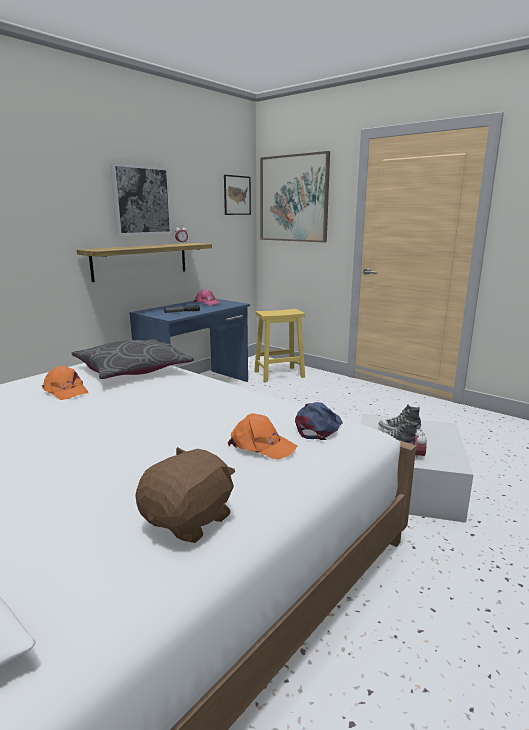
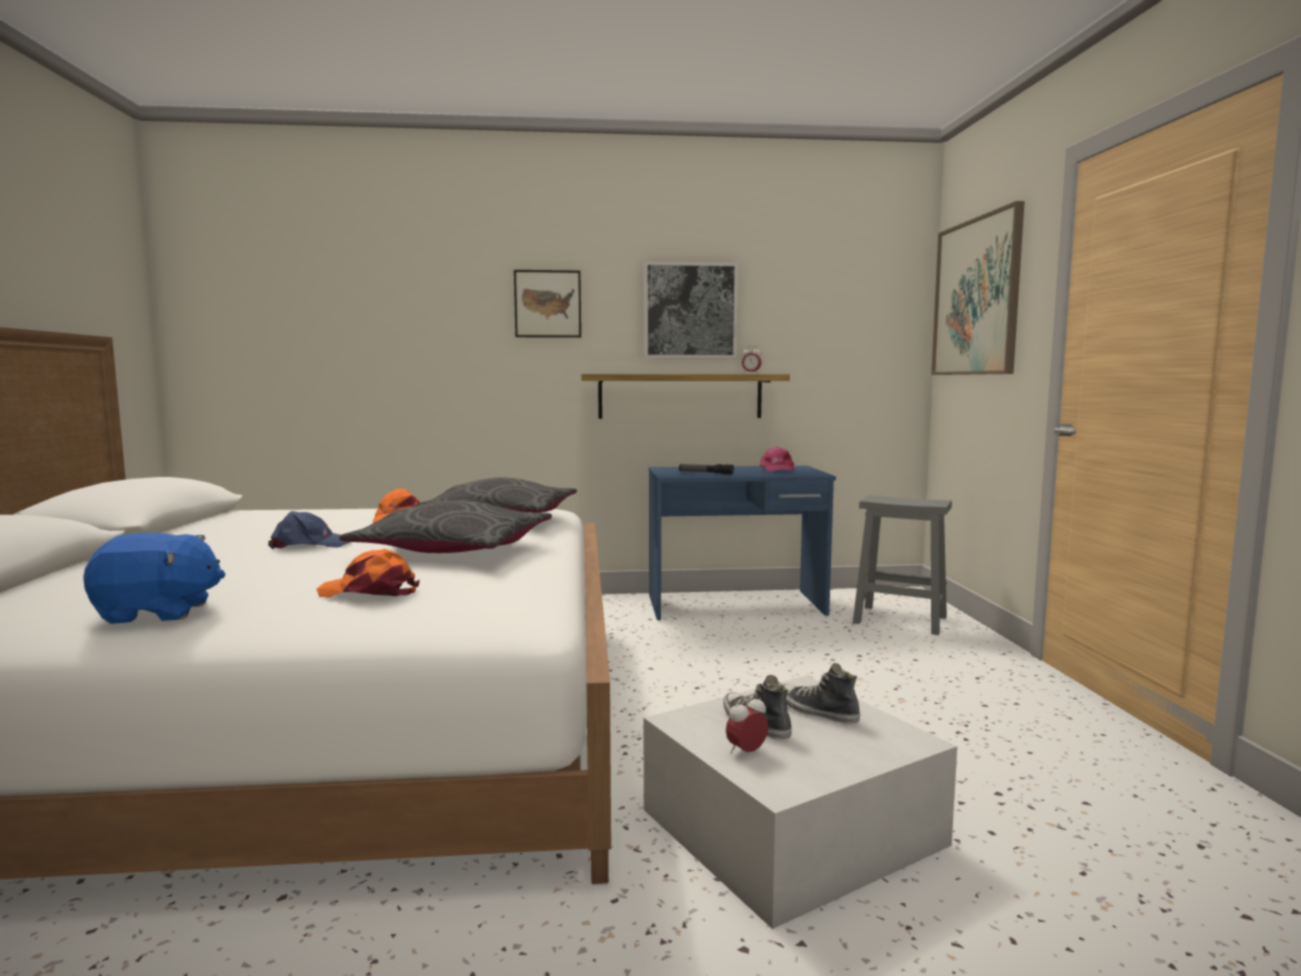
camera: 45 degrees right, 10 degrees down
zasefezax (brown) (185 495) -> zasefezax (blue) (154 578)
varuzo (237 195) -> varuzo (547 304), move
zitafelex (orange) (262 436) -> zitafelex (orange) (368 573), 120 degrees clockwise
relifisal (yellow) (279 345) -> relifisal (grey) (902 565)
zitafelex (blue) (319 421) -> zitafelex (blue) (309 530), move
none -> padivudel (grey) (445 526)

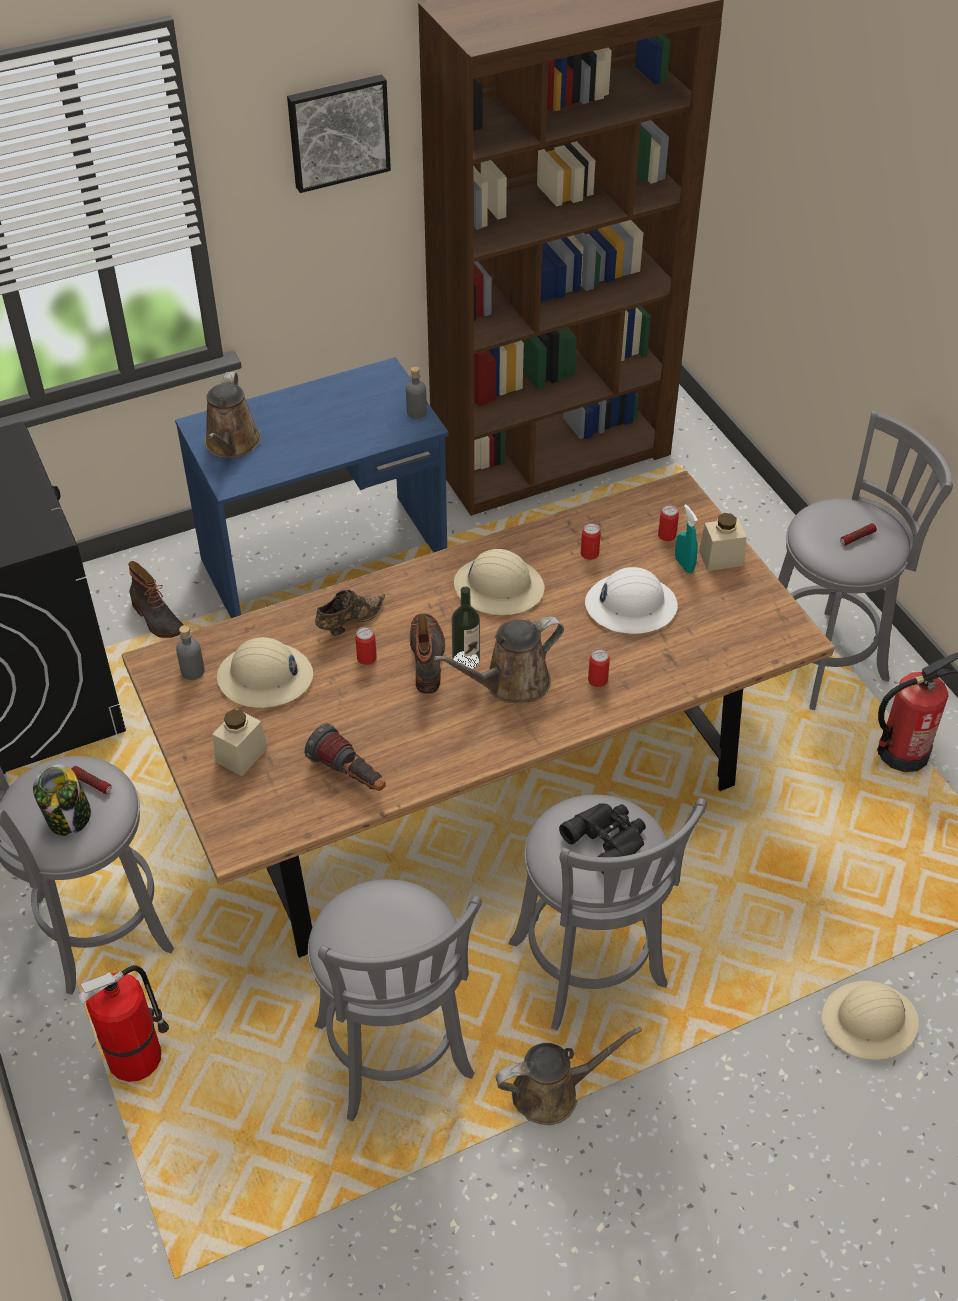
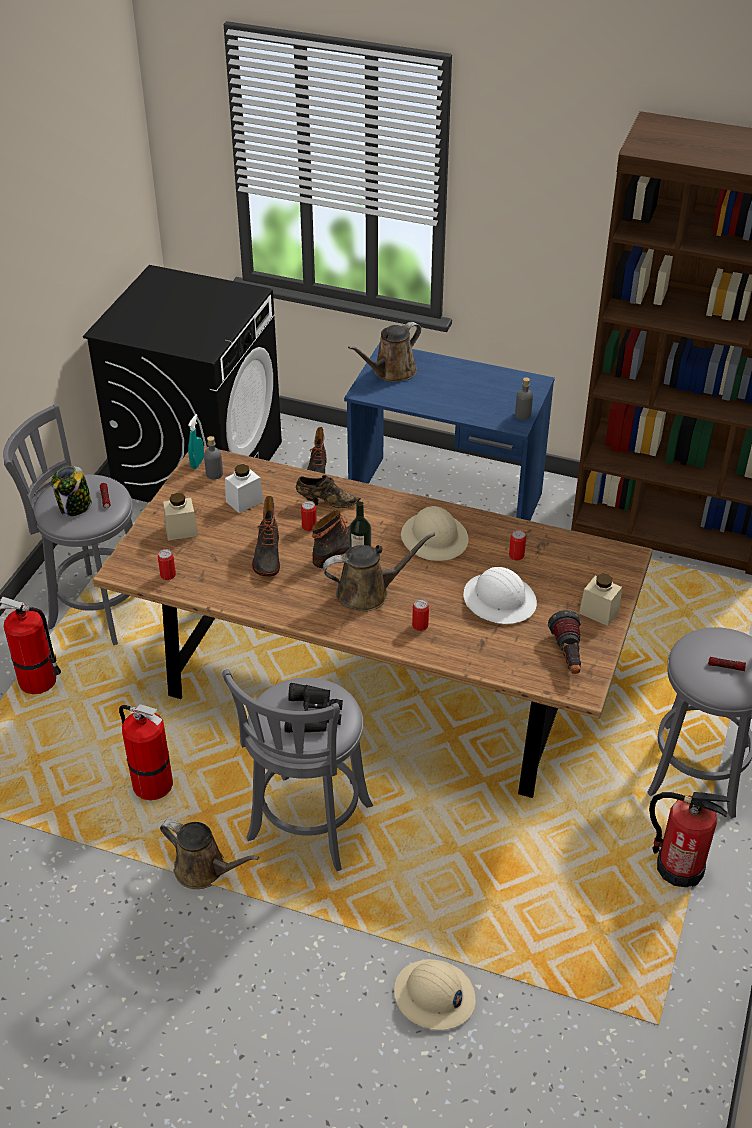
camera: 45 degrees right, 5 degrees down
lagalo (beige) (265 672) -> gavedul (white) (244 488)
varuzo (339 133) -> none
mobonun (345 757) -> mobonun (564 642), move
relifisal (grey) (395 1000) -> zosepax (146 752)
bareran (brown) (498 659) -> bareran (brown) (379 572), 150 degrees clockwise
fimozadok (668 523) -> fimozadok (167 564), move
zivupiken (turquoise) (686 538) -> zivupiken (turquoise) (196 441), move
none -> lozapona (266 536)

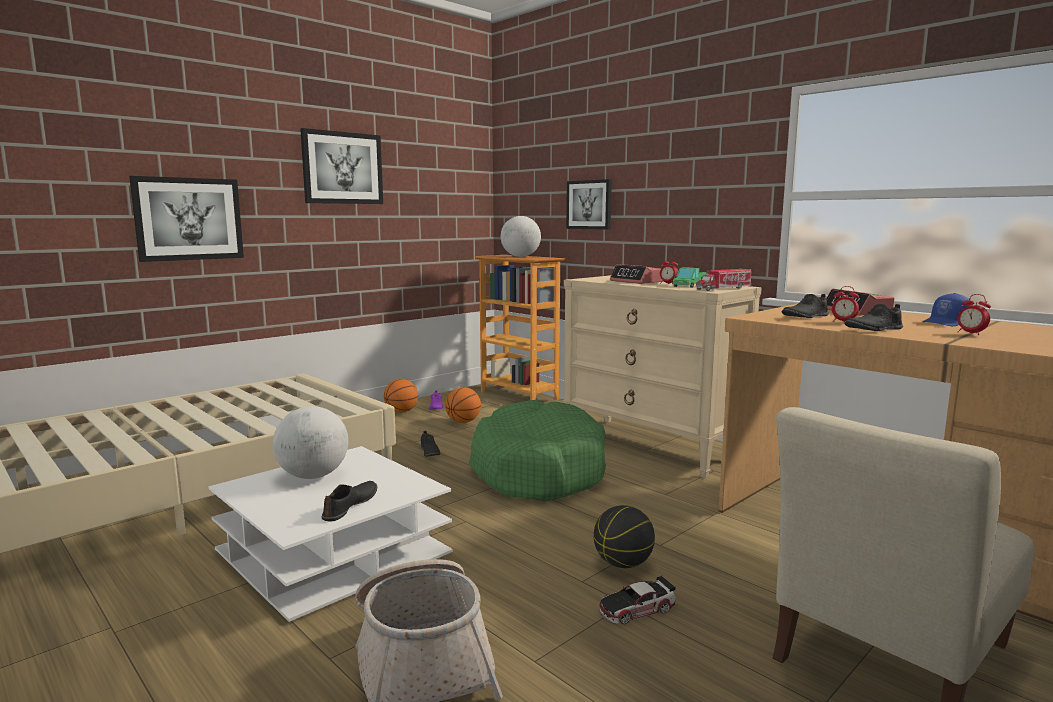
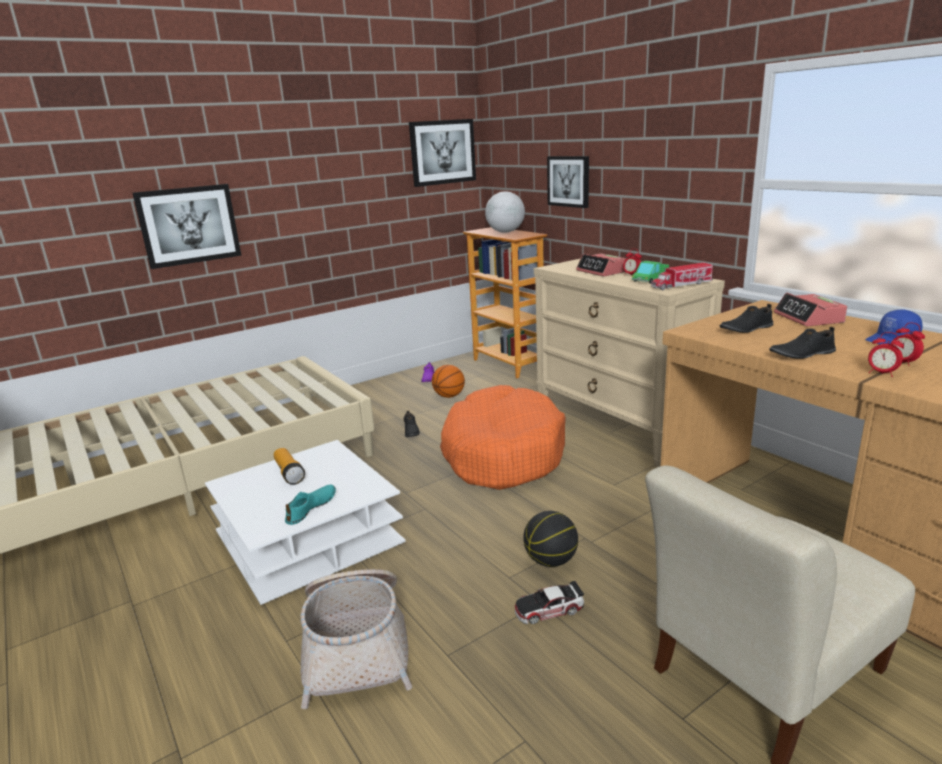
camera: 10 degrees right, 10 degrees up
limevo (310 442) -> mobonun (289 466)
varuzo (341 166) -> varuzo (442 153), move
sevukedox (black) (349 501) -> sevukedox (turquoise) (310 505)
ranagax (401 396) -> none
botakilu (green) (537 450) -> botakilu (orange) (503 437)
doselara (845 304) -> doselara (886 354), move

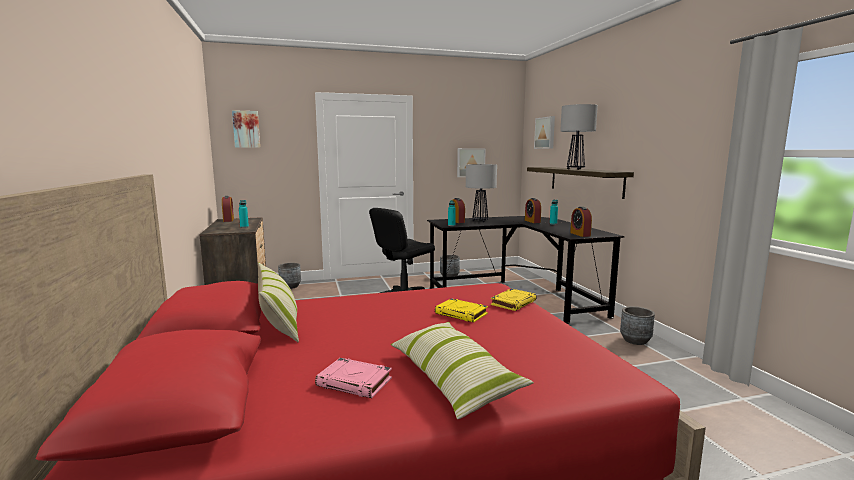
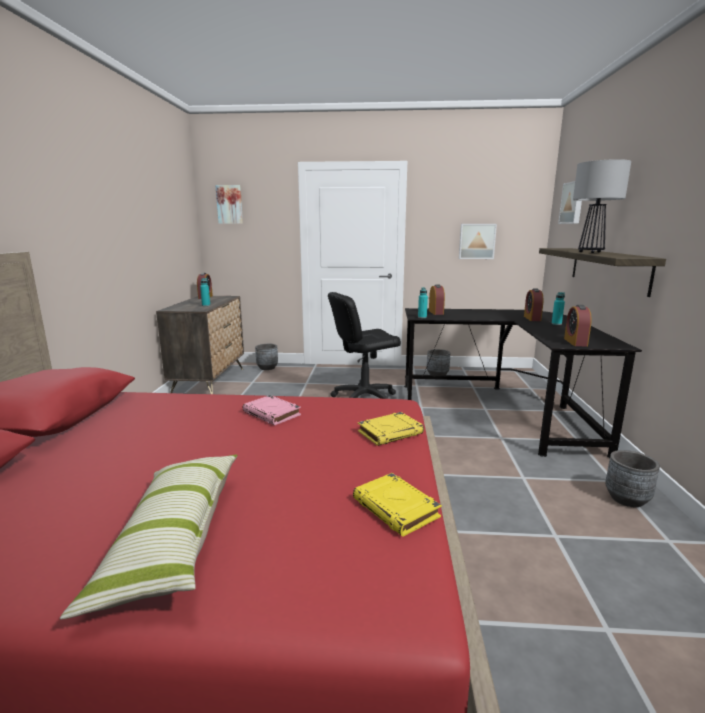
camera: 20 degrees right, 5 degrees up
padivudel (278 302) -> none
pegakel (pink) (353 378) -> pegakel (pink) (272 410), move
pegakel (yellow) (461 310) -> pegakel (yellow) (397 505), move
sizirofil (481 193) -> none

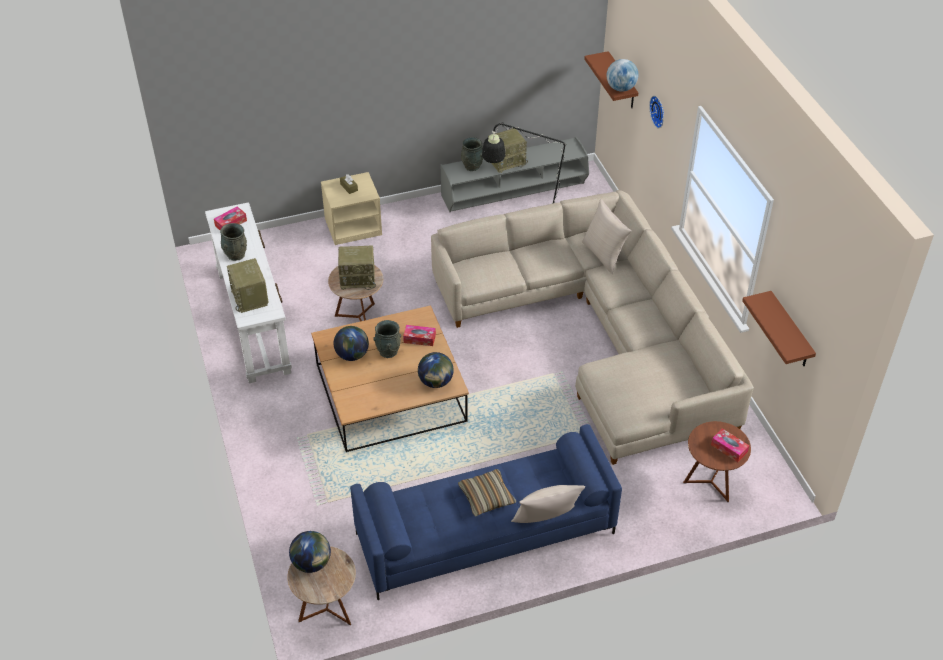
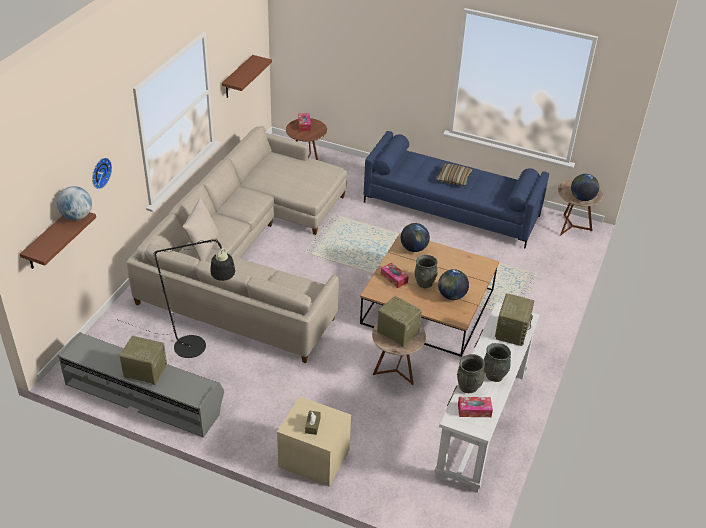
camera: 140 degrees left, 5 degrees down
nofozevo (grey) (472 154) -> nofozevo (grey) (471 373), move
padivudel (beige) (548 504) -> none

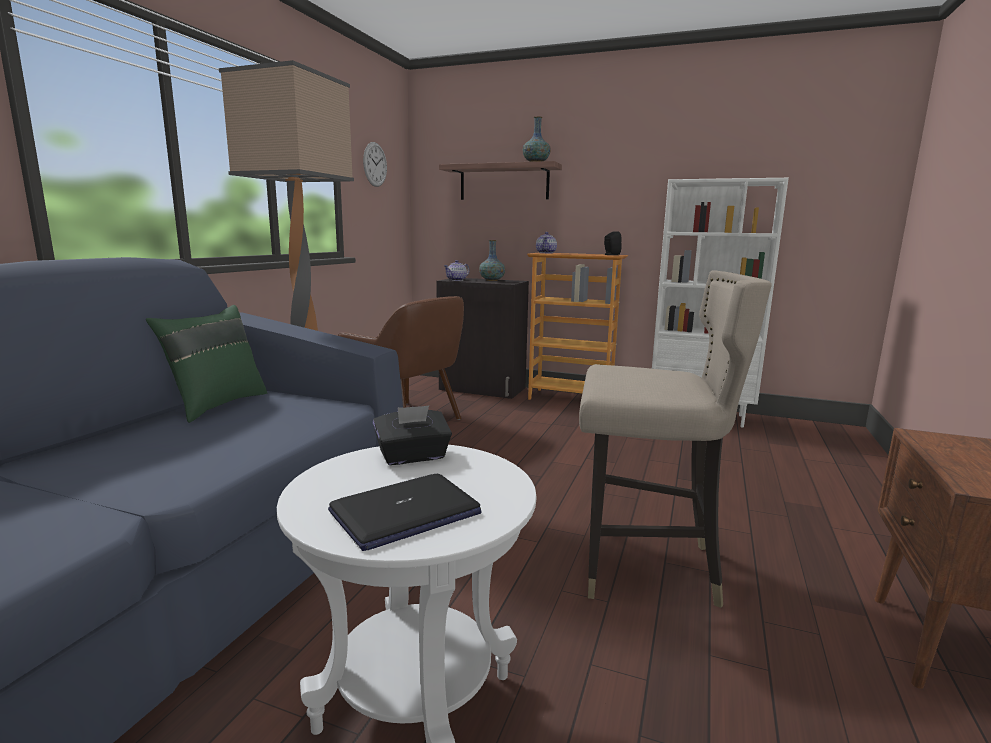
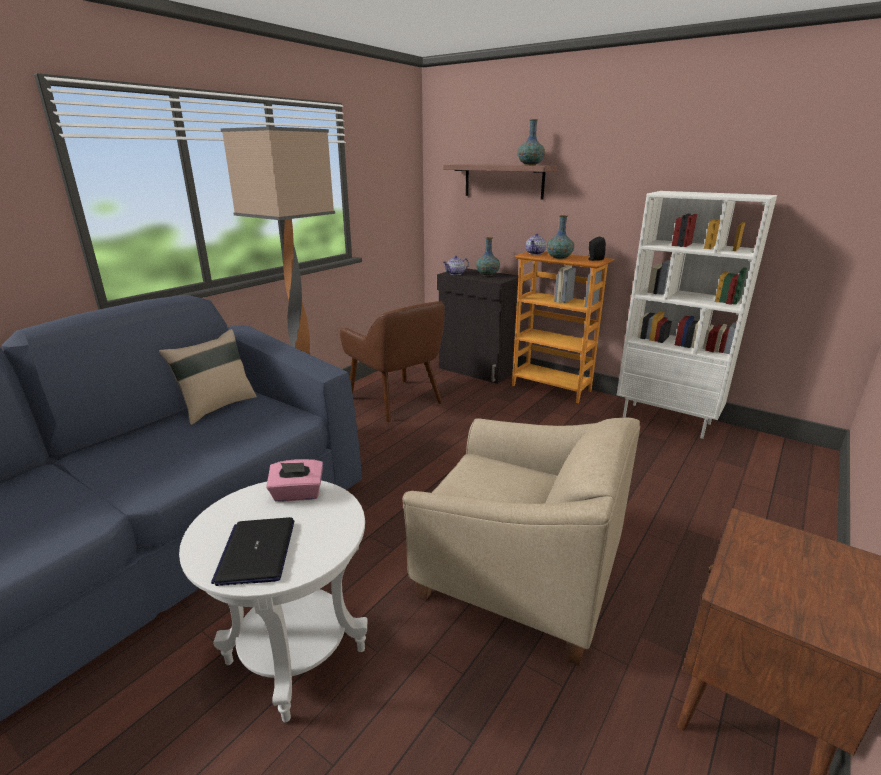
camera: 15 degrees right, 10 degrees up
padivudel (green) (206 364) -> padivudel (beige) (208 377)
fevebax (405 512) -> fevebax (252 551), 105 degrees clockwise
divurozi (375 164) -> none
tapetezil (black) (412 435) -> tapetezil (pink) (294 480)
relifisal (beige) (675 439) -> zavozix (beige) (521 542)
none -> nofozevo (560 237)

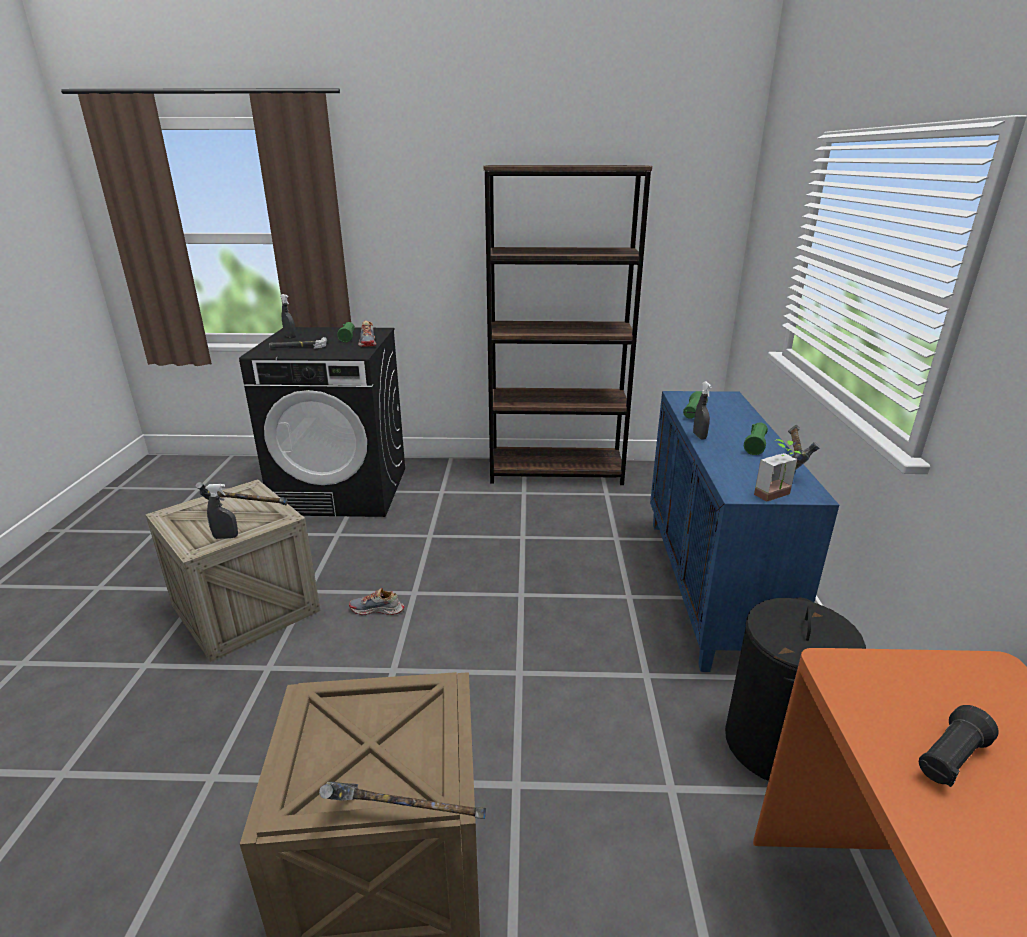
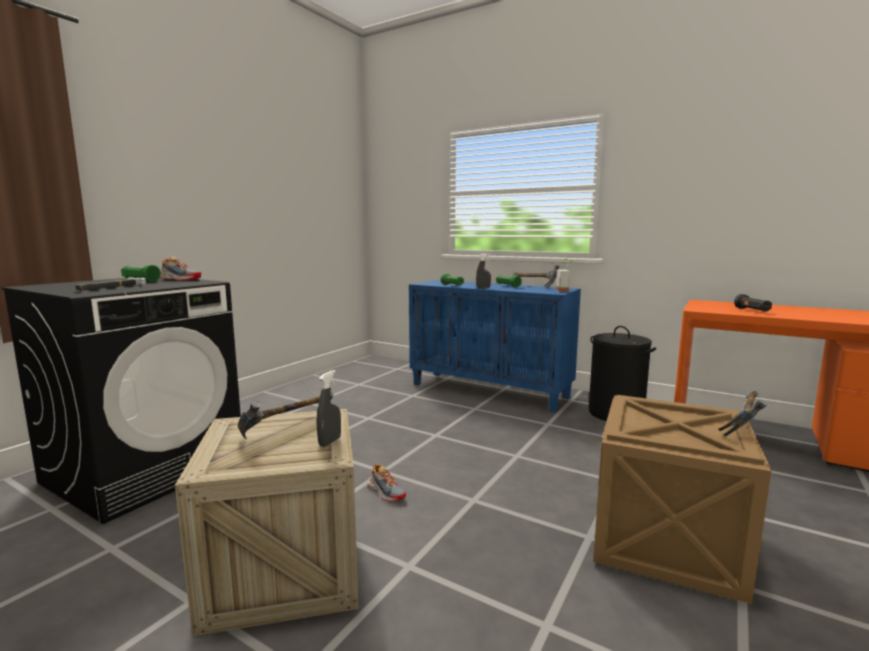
camera: 60 degrees left, 15 degrees down
zivupiken (grey) (288 316) -> none
sevukedox (376 601) -> sevukedox (387 483), 75 degrees counterclockwise
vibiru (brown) (568 325) -> none

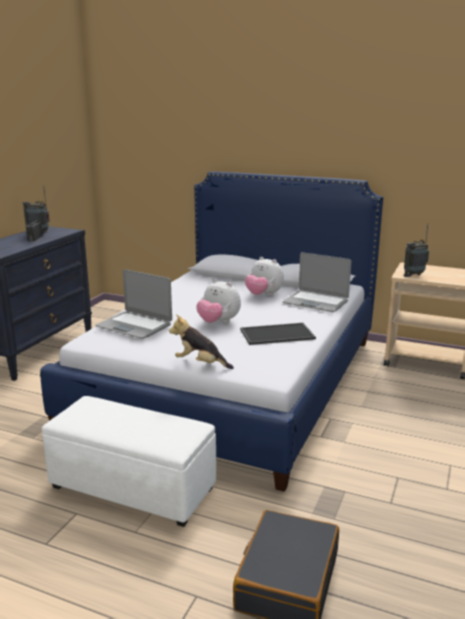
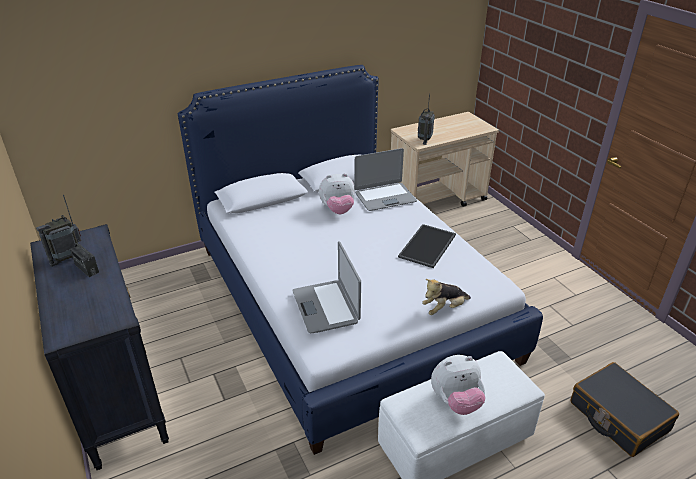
camera: 50 degrees left, 15 degrees up
fevebax (133 303) -> fevebax (326 287), 90 degrees clockwise
zasefezax (218 301) -> zasefezax (458 385), move

